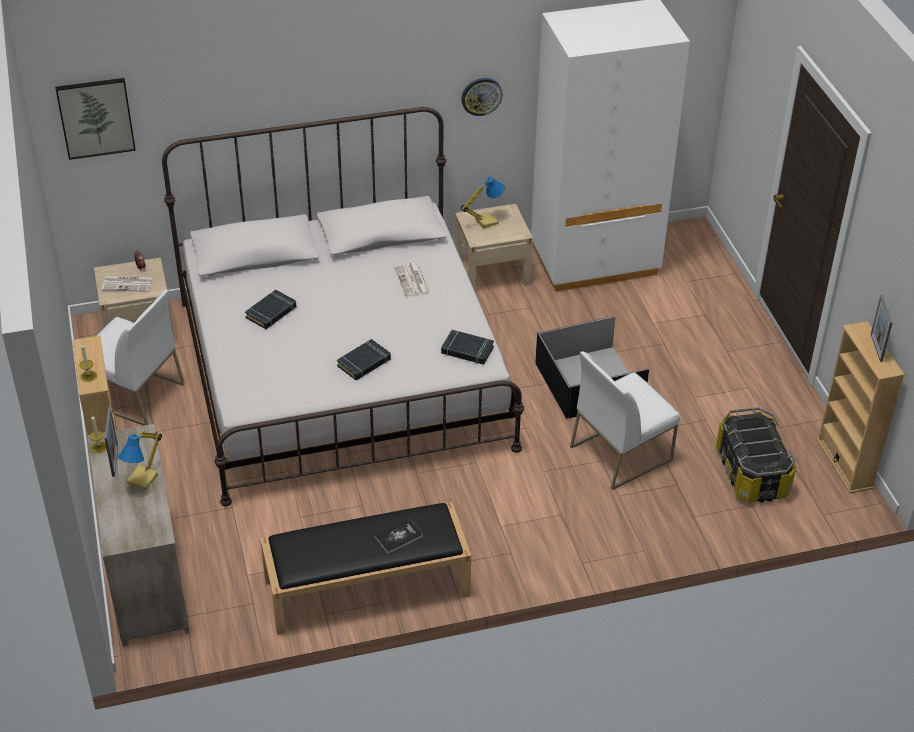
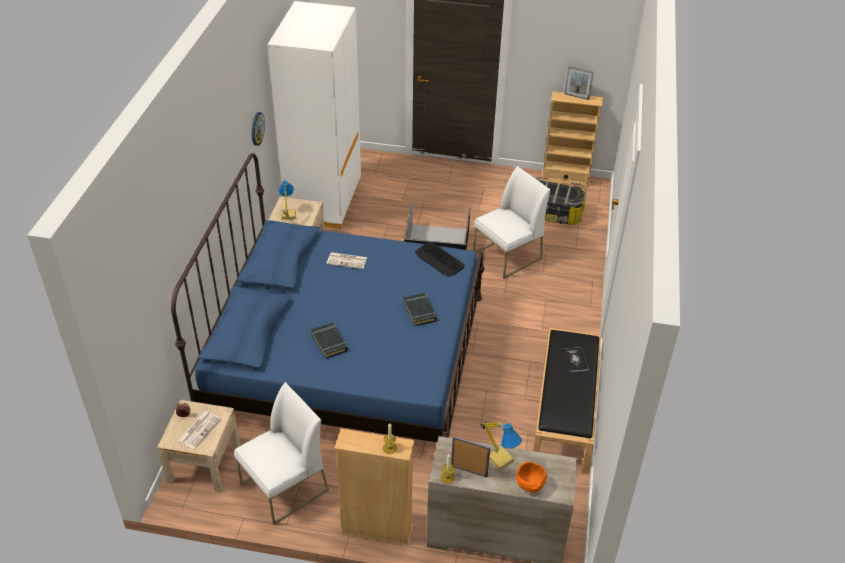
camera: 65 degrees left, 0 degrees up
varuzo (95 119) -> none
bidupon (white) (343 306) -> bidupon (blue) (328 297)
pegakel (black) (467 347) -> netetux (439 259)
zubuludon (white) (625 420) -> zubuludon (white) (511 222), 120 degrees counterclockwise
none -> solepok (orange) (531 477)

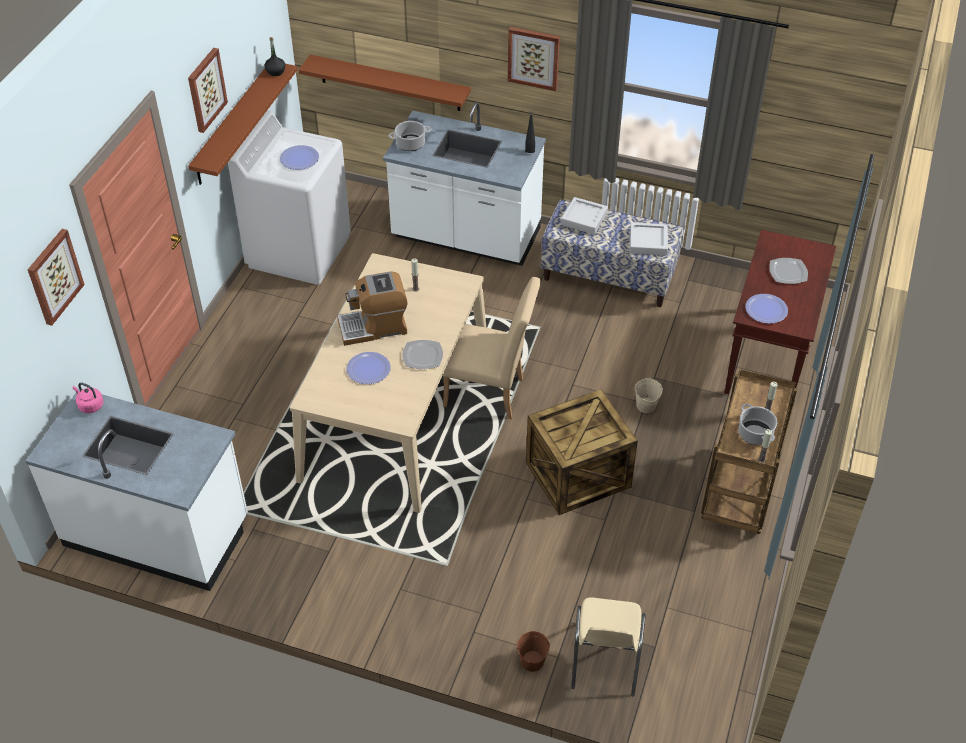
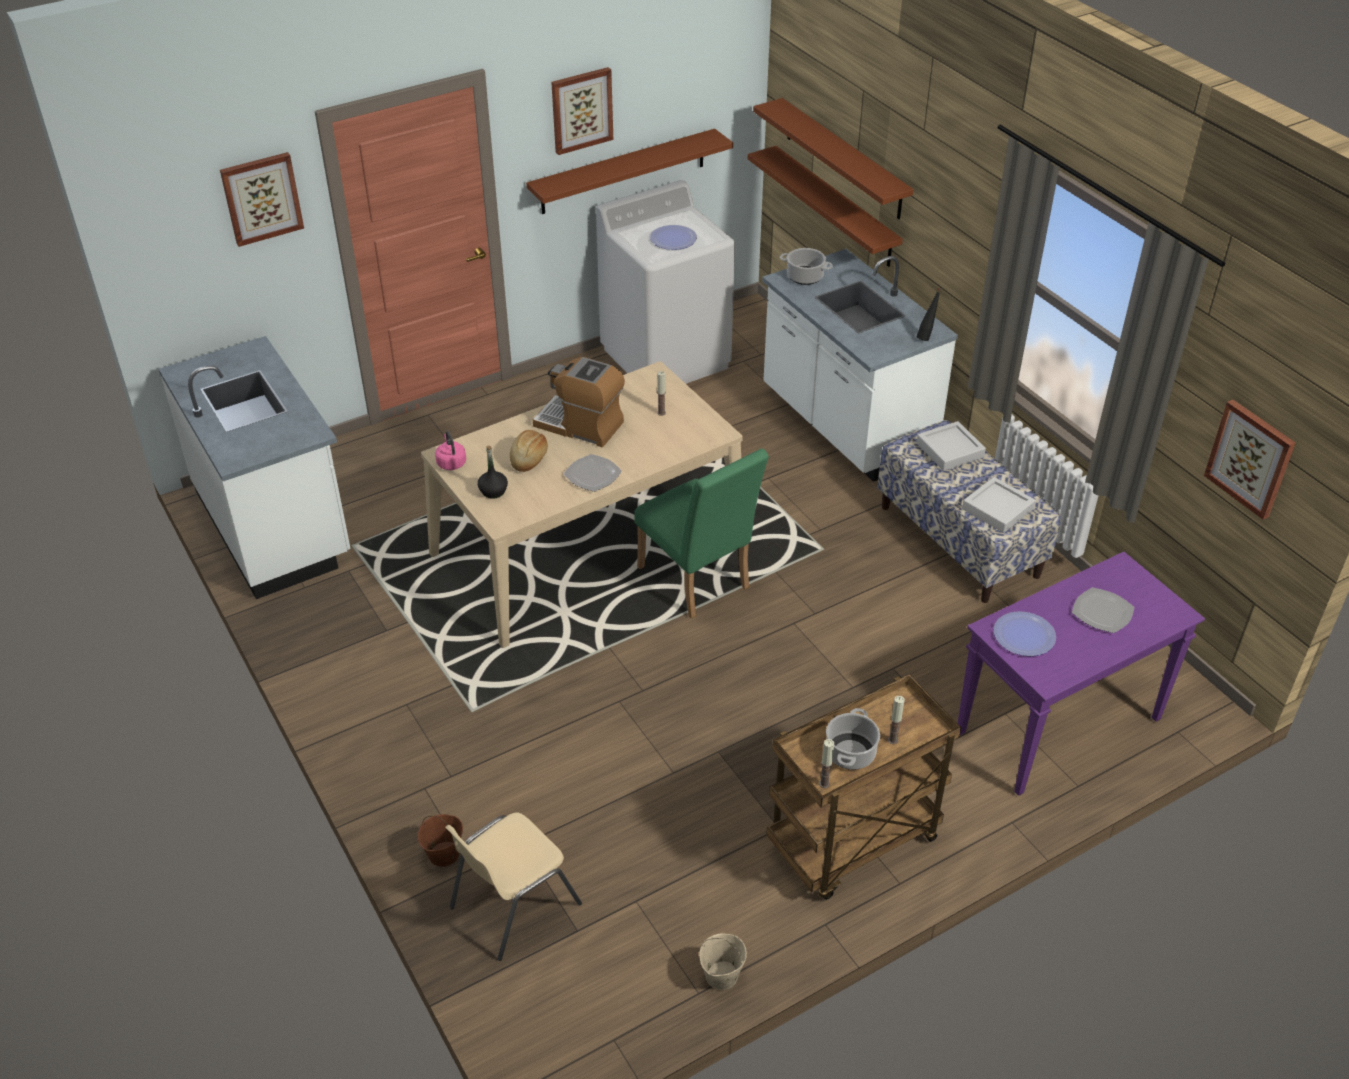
camera: 40 degrees right, 5 degrees down
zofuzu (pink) (88 397) -> zofuzu (pink) (450 450), move
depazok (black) (275 56) -> depazok (black) (493 472), move
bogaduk (368 368) -> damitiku (529 451)
zubuludon (beige) (492 348) -> zubuludon (green) (701 533)
varuzo (534 59) -> varuzo (1250 460), move
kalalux (582 452) -> none
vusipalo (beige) (649 395) -> vusipalo (beige) (723 961), move
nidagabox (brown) (780 312) -> nidagabox (purple) (1081 674)
none -> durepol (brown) (833 158)

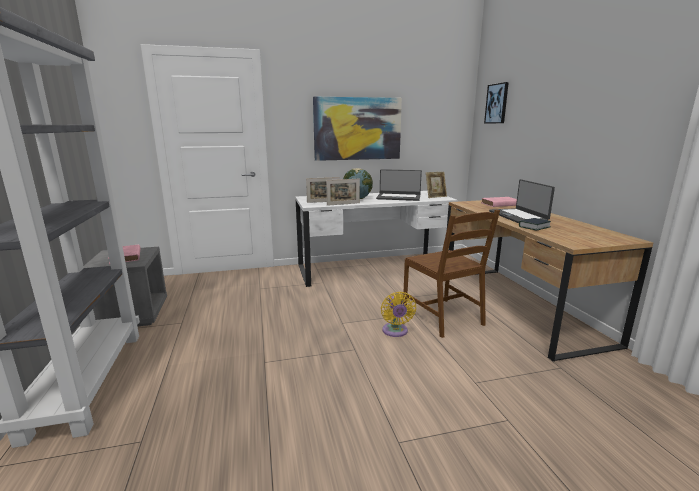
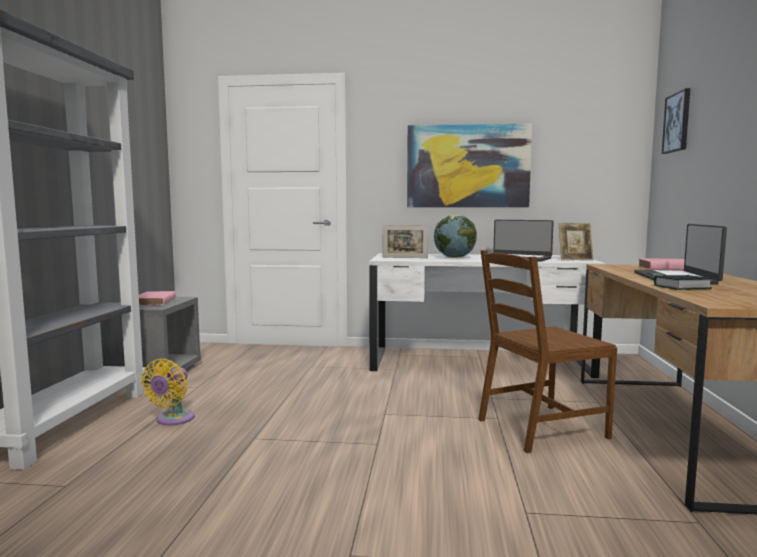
camera: 20 degrees right, 10 degrees down
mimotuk (343 192) -> none
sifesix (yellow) (398 314) -> sifesix (yellow) (168 392), move
zubuludon (brown) (451 274) -> zubuludon (brown) (547 351), 75 degrees clockwise

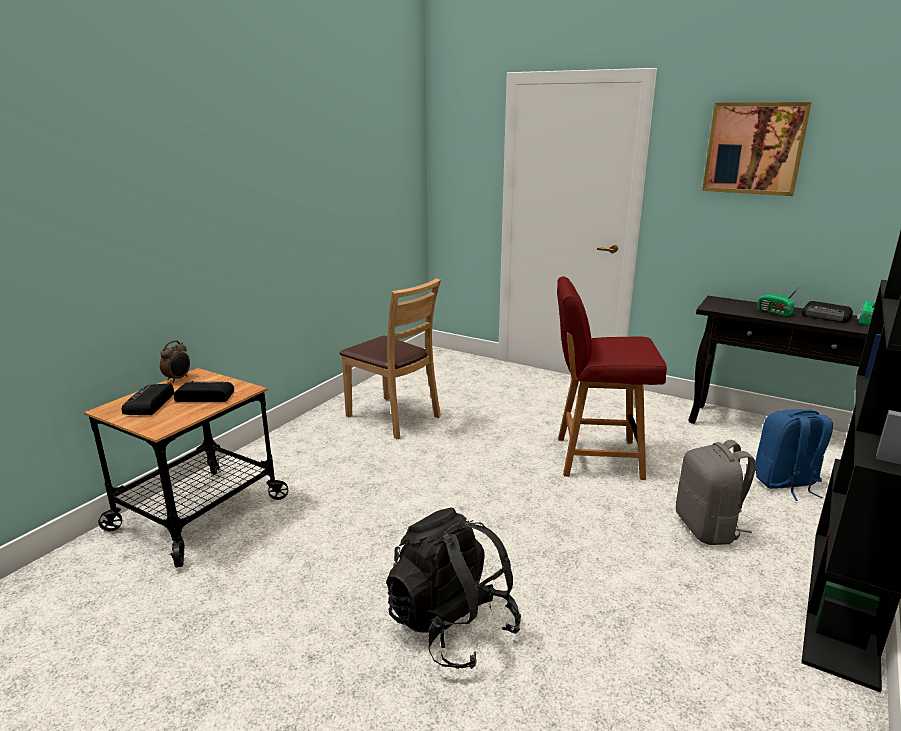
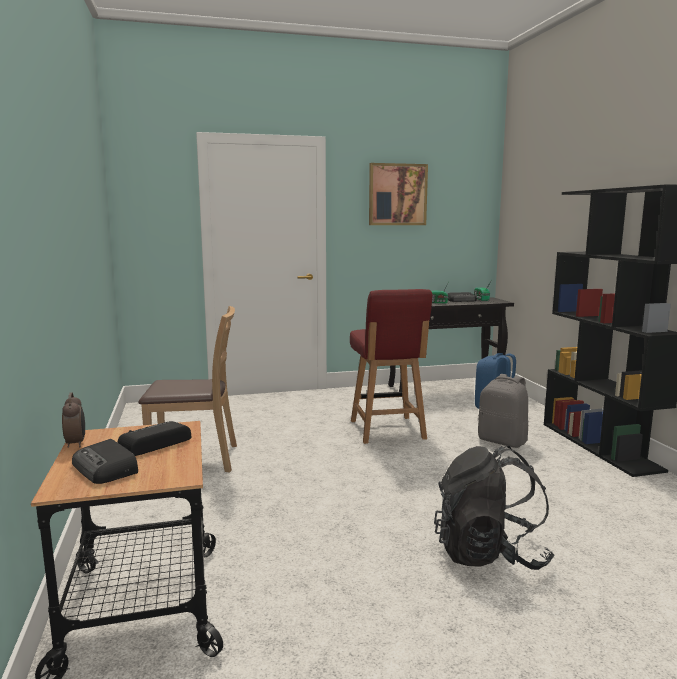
camera: 45 degrees left, 10 degrees down
zubuludon (red) (612 378) -> zubuludon (red) (391 366), 60 degrees counterclockwise

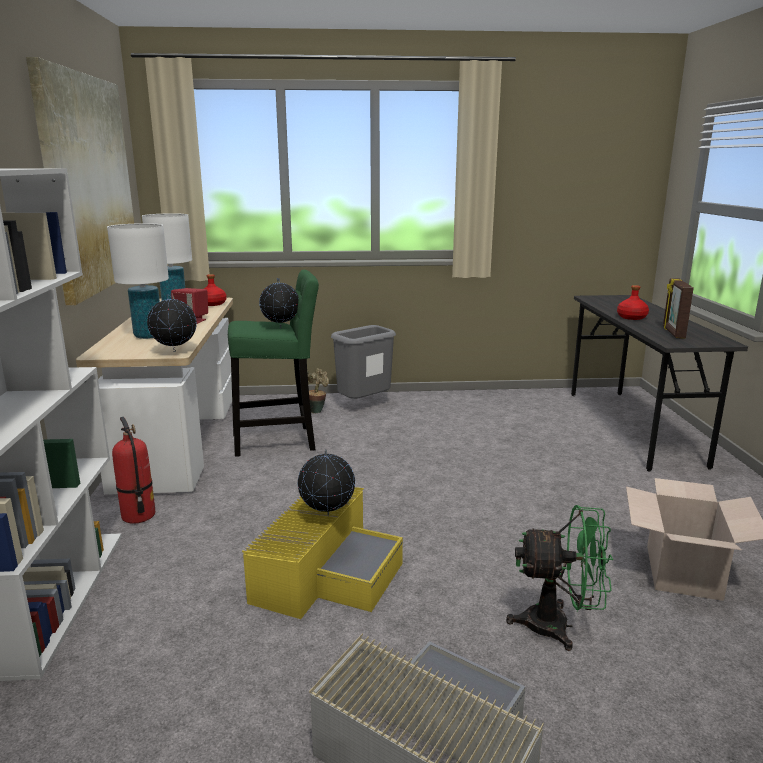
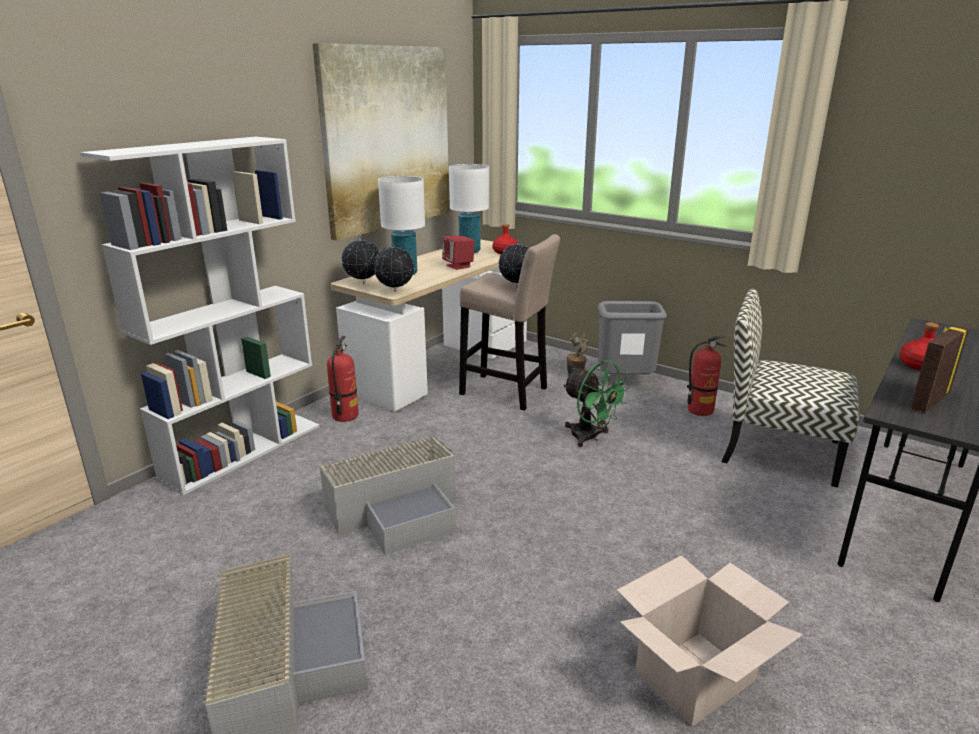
camera: 40 degrees right, 5 degrees up
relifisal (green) (273 363) -> relifisal (beige) (509 322)
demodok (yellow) (322 553) -> demodok (grey) (387 495)
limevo (326 482) -> limevo (360 260), move
sifesix (green) (559 578) -> sifesix (green) (597 403), move
none -> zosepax (706 375)
none -> zubuludon (790 388)

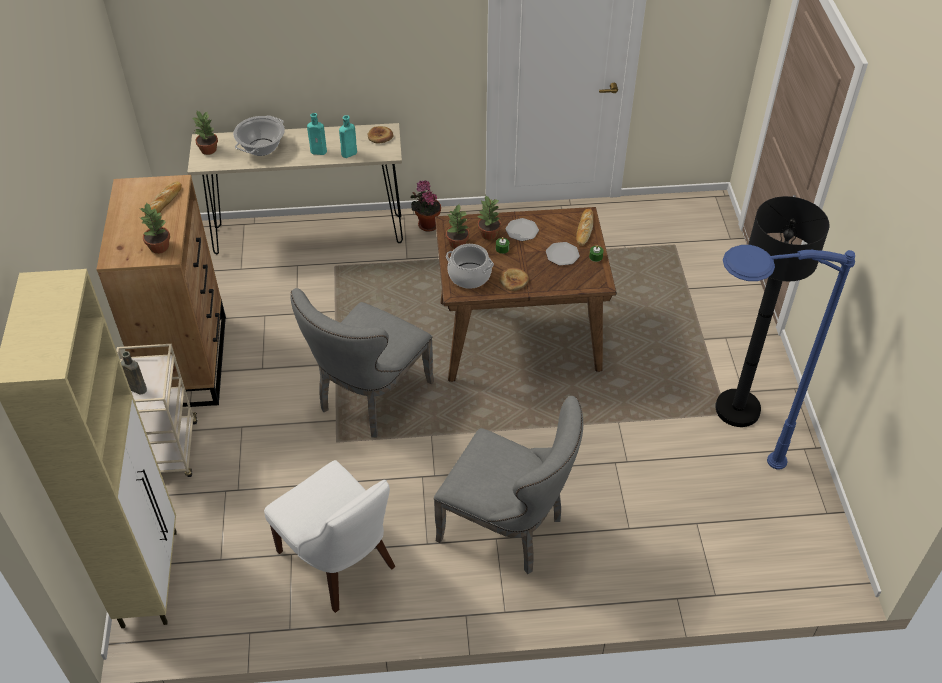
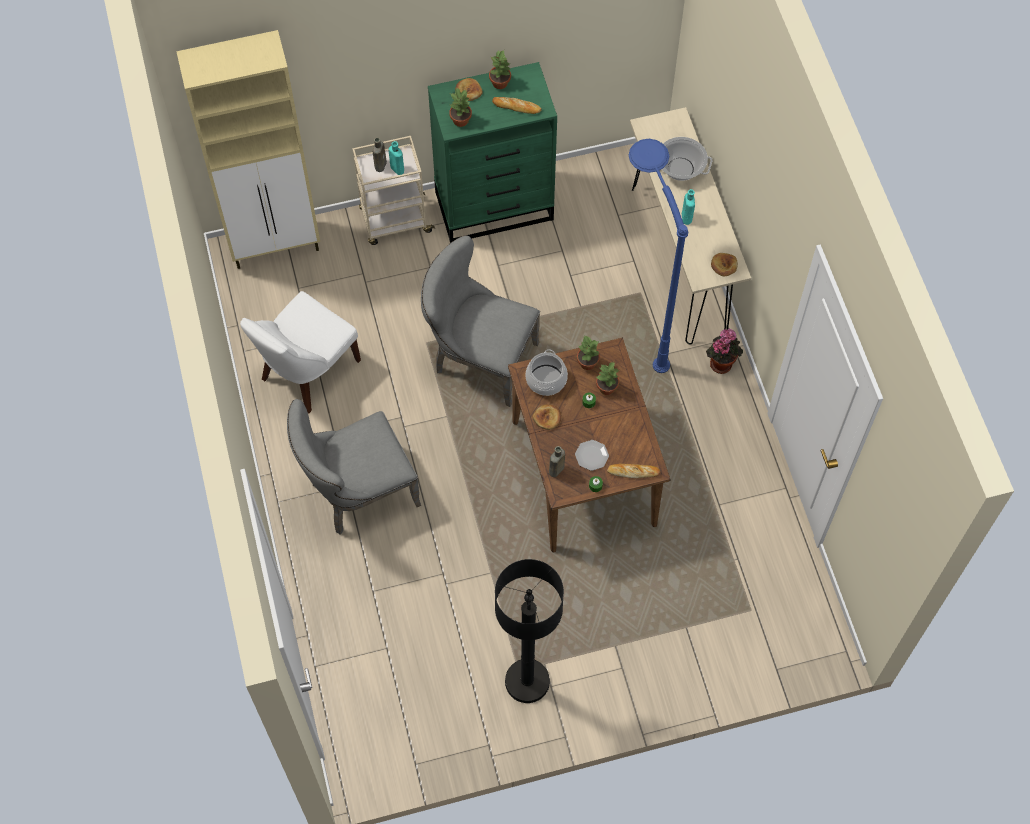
camera: 80 degrees right, 15 degrees up
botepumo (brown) (161 291) -> botepumo (green) (492 152)
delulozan (205 133) -> delulozan (500 69), move
depazok (turquoise) (348 136) -> depazok (turquoise) (396 158), move
zubuludon (grey) (508 485) -> zubuludon (grey) (354 467), 45 degrees clockwise
bogaduk (522 229) -> none
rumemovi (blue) (789 357) -> rumemovi (blue) (658 256), move
none -> damitiku (469 89)
none -> depazok (brown) (557 461)

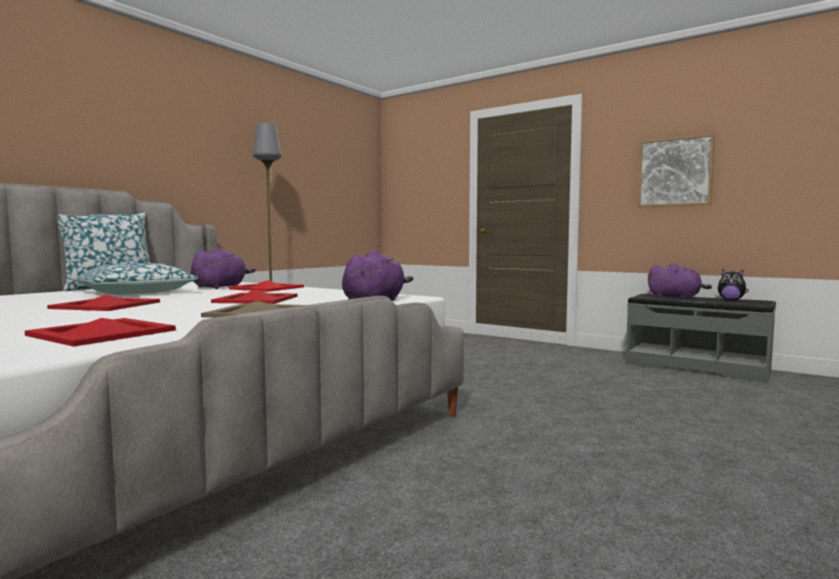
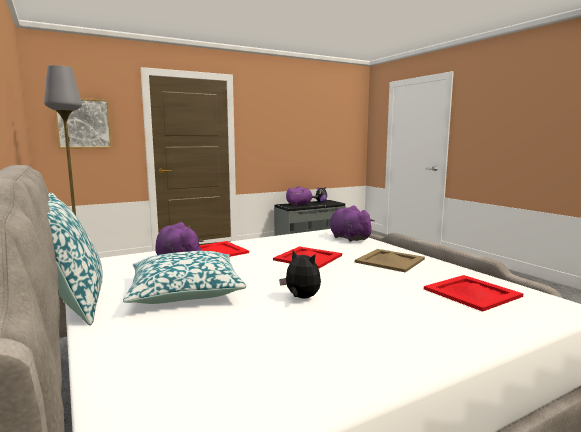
camera: 65 degrees left, 5 degrees up
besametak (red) (103 303) -> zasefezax (300 274)
varuzo (676 170) -> varuzo (83 123), move

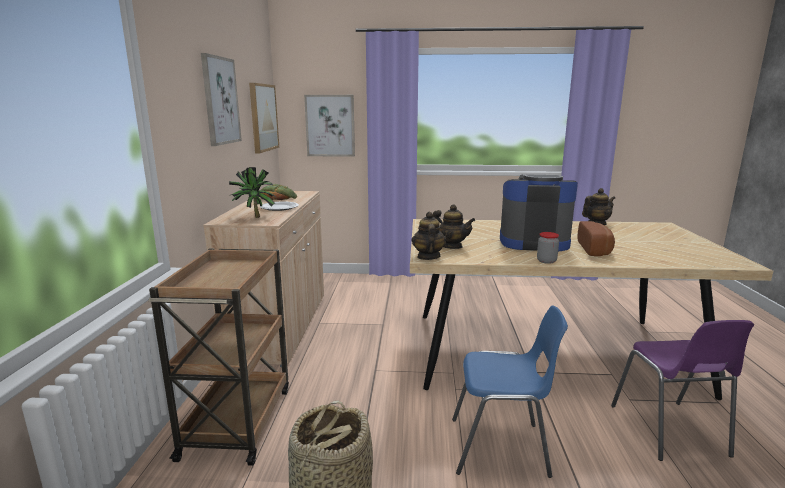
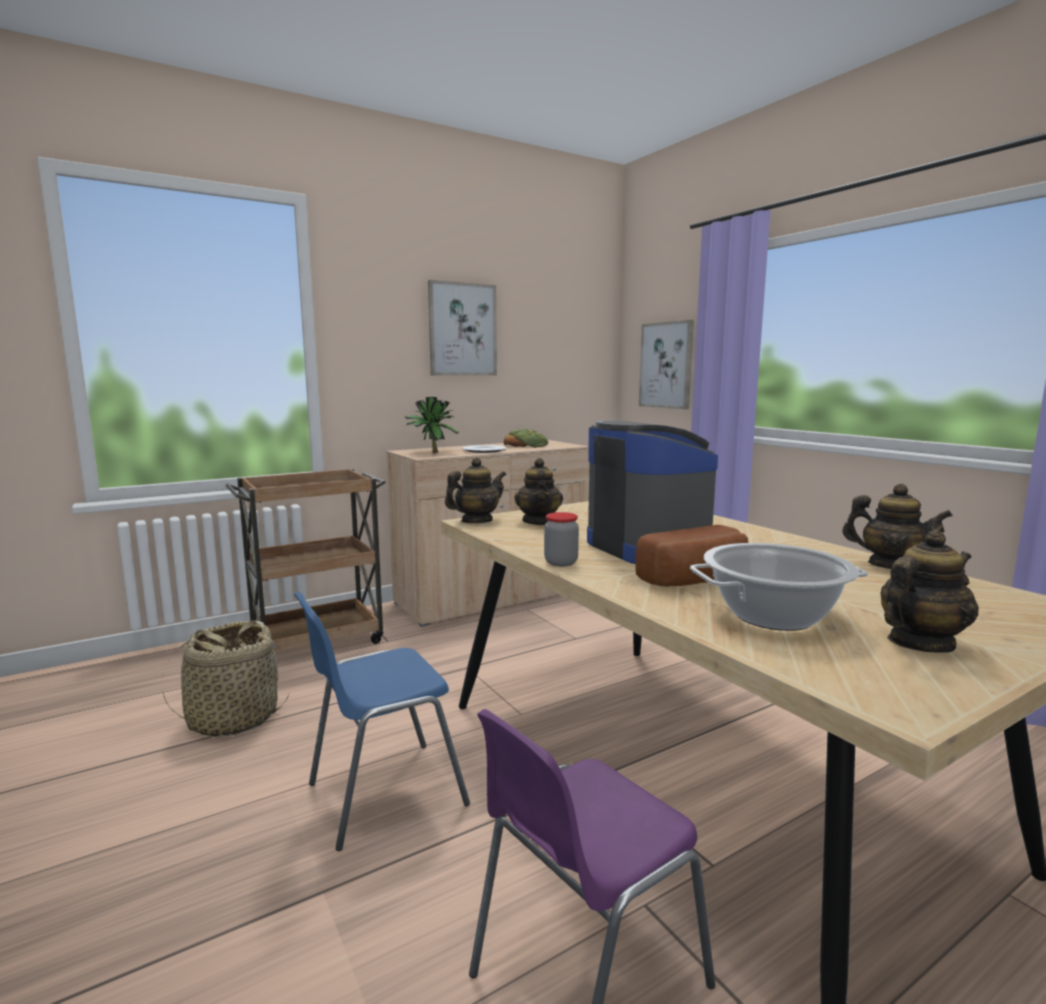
camera: 55 degrees right, 5 degrees down
varuzo (264 118) -> none
zubuludon (blue) (510 392) -> zubuludon (blue) (382 721), 90 degrees clockwise
none -> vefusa (779 587)
none -> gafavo (929 590)

